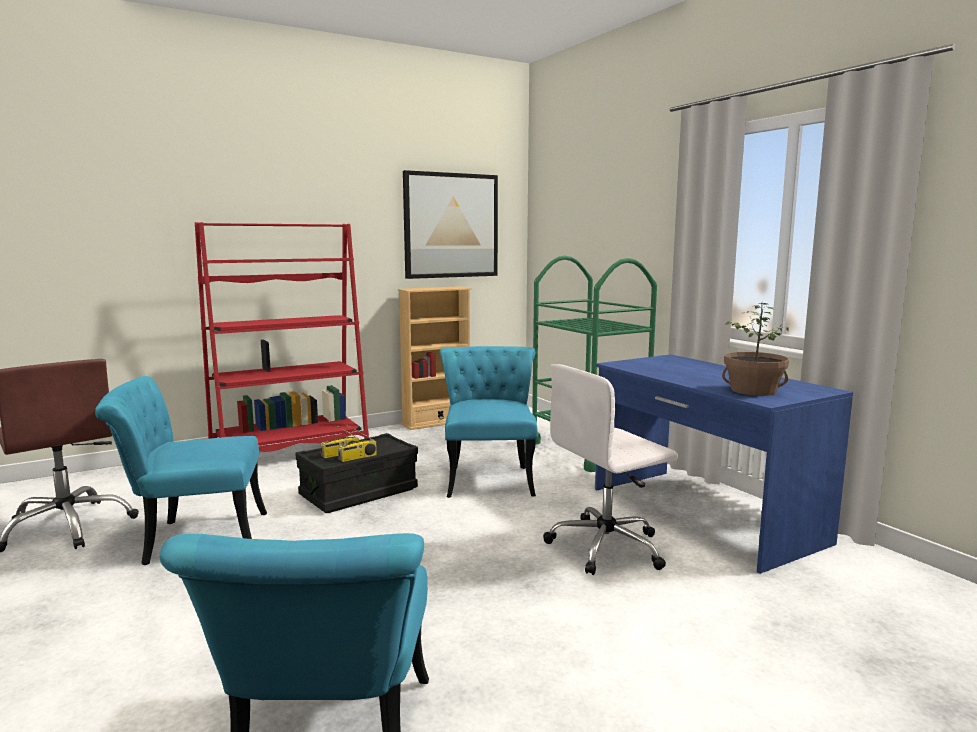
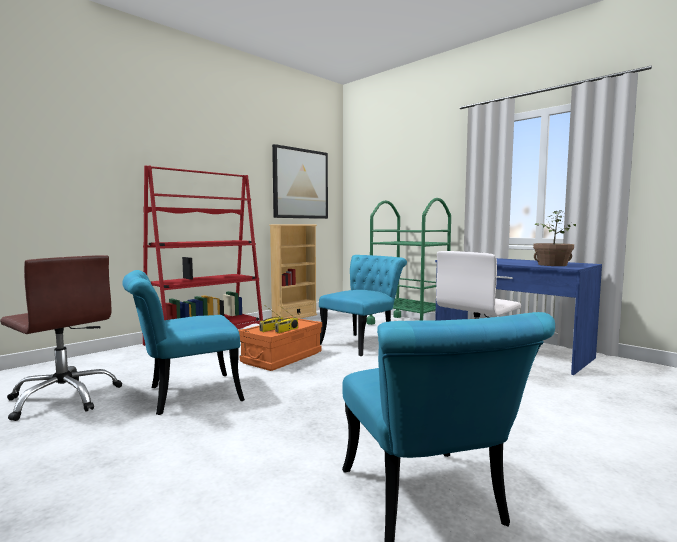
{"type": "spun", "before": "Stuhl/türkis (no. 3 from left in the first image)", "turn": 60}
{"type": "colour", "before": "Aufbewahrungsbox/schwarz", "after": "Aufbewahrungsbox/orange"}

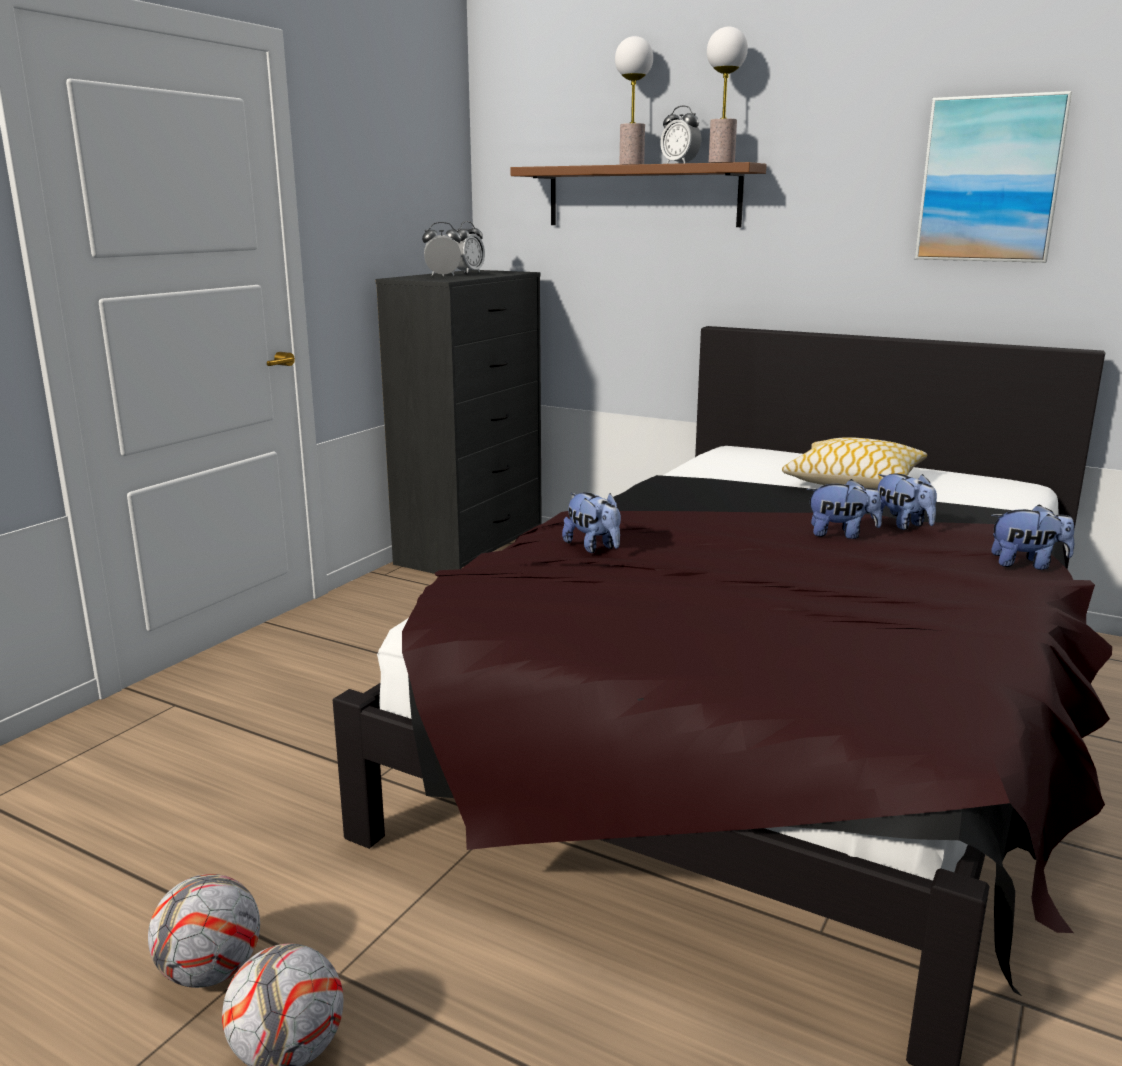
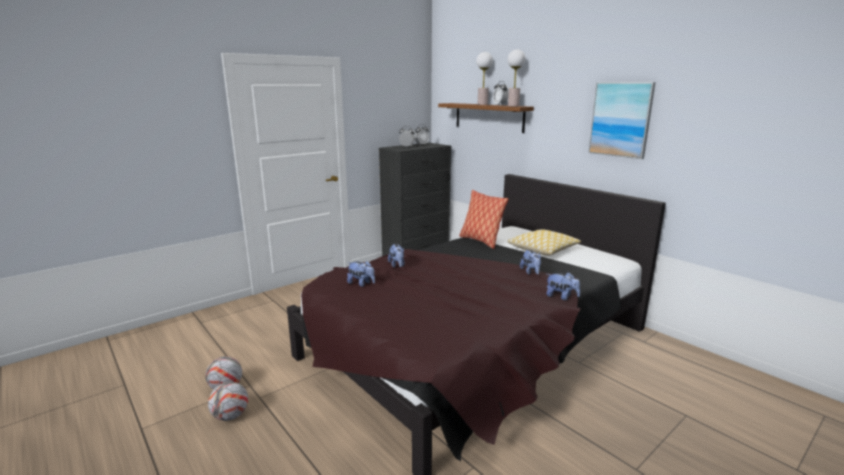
{"type": "relocated", "before": "Plüschtier (no. 2 from left in the first image)", "after": "Plüschtier (no. 1 from left)"}
{"type": "appeared", "after": "Kissen (no. 1 from left)"}

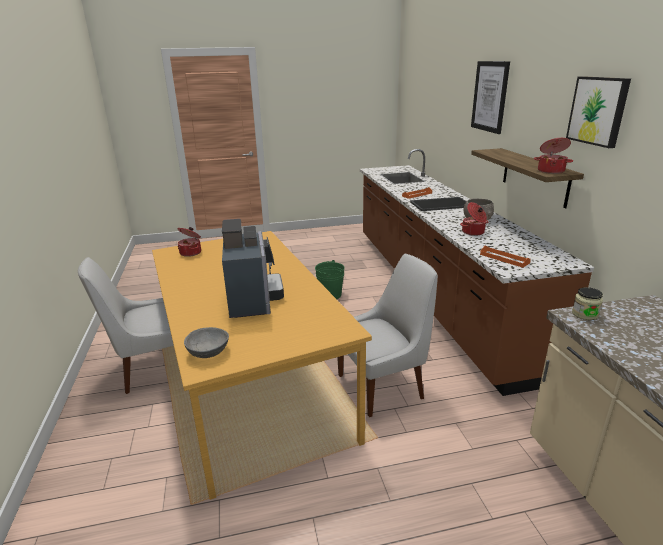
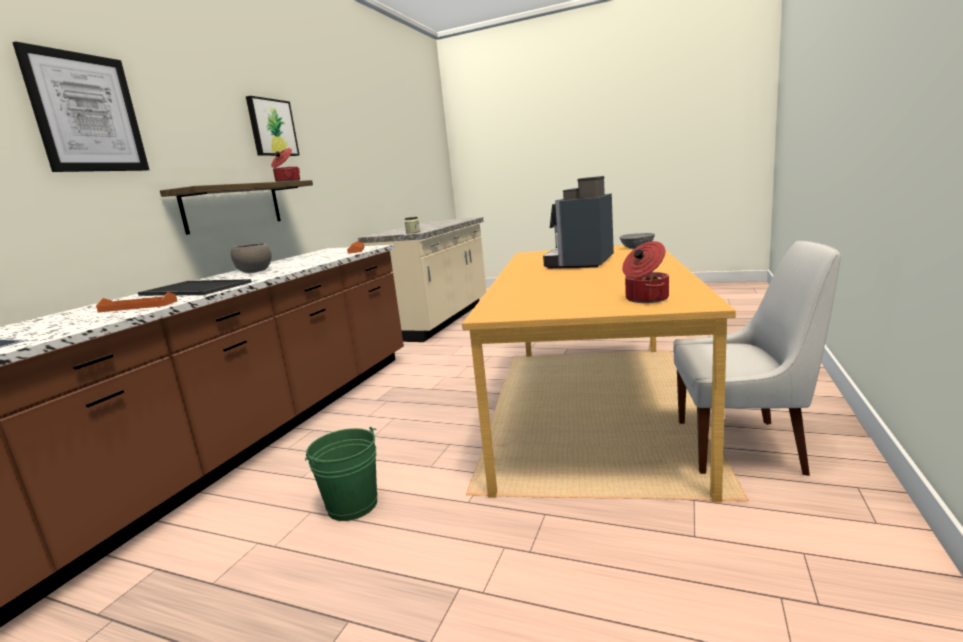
{"type": "missing", "before": "Kochtopf (no. 2 from left)"}
{"type": "missing", "before": "Stuhl/weiß (no. 2 from left)"}

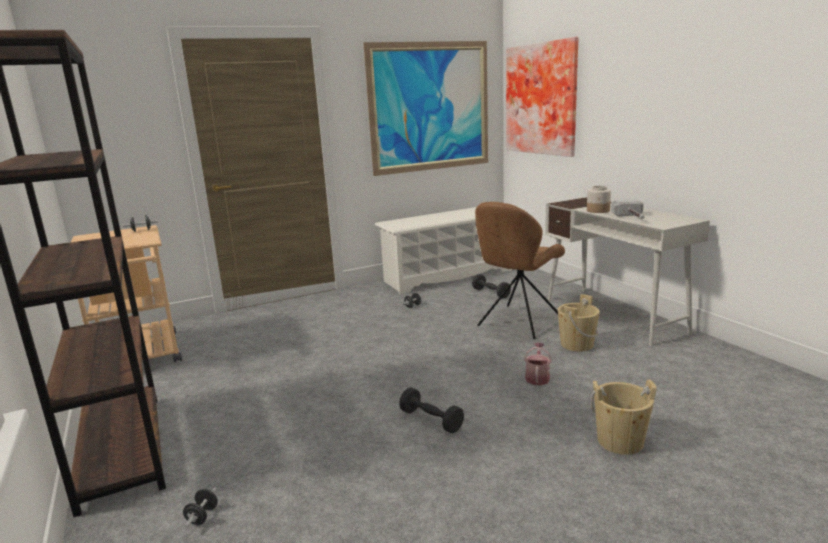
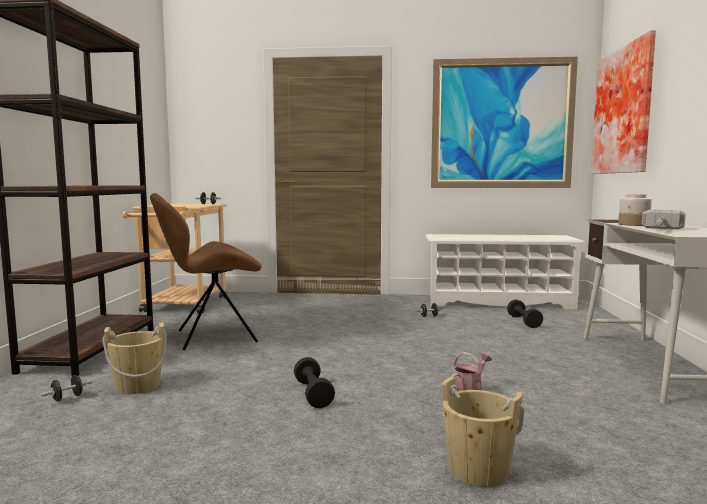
{"type": "relocated", "before": "Stuhl/braun"}
{"type": "relocated", "before": "Eimer/beige (no. 1 from left)"}

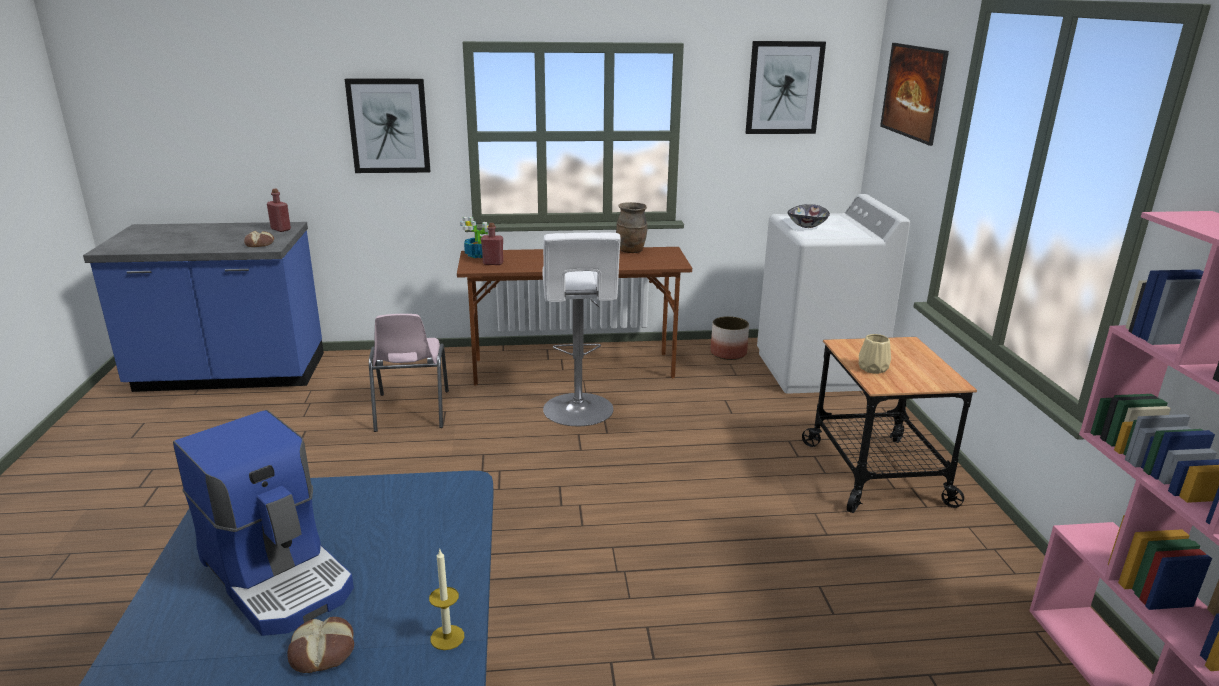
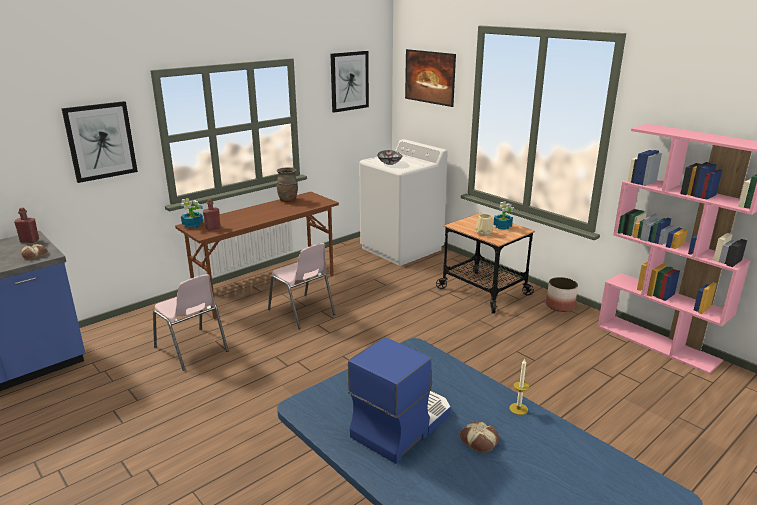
{"type": "exchanged", "before": "Hocker/weiß", "after": "Stuhl/rosa (no. 2 from left)"}
{"type": "relocated", "before": "Pflanzkübel"}
{"type": "spun", "before": "Kaffeemaschine", "turn": -60}
{"type": "appeared", "after": "Topfpflanze (no. 2 from left)"}

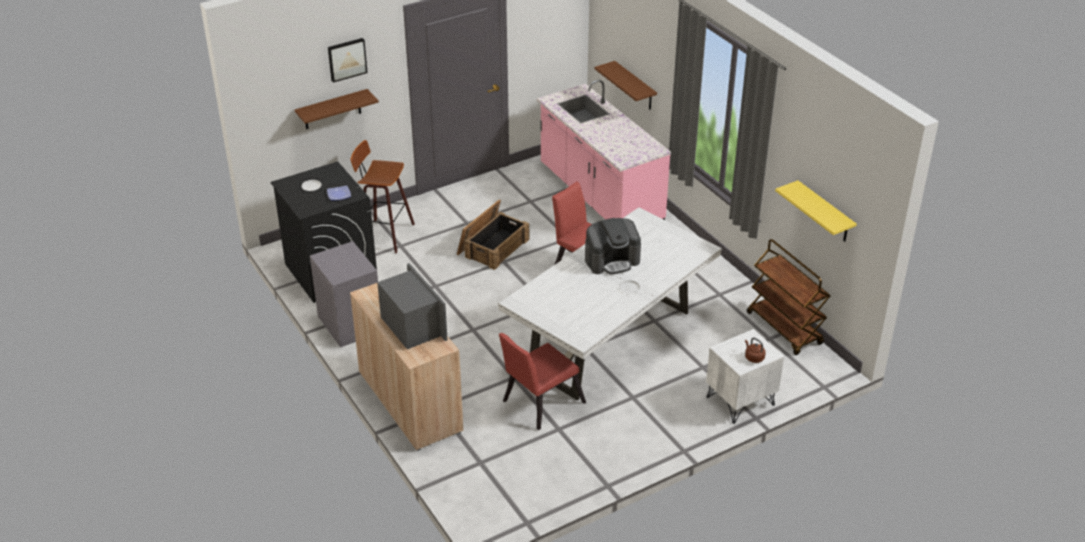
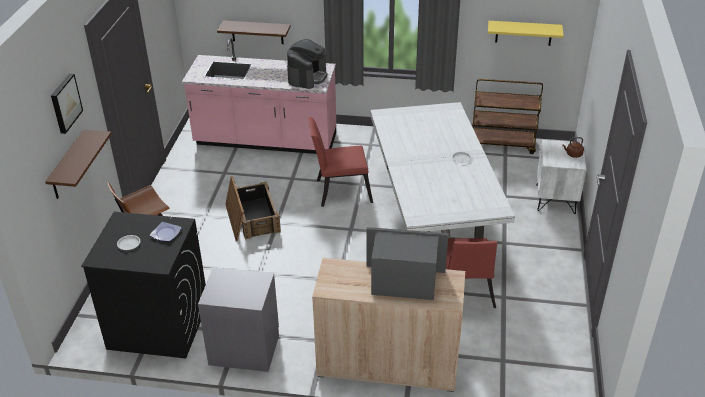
{"type": "relocated", "before": "Kaffeemaschine"}

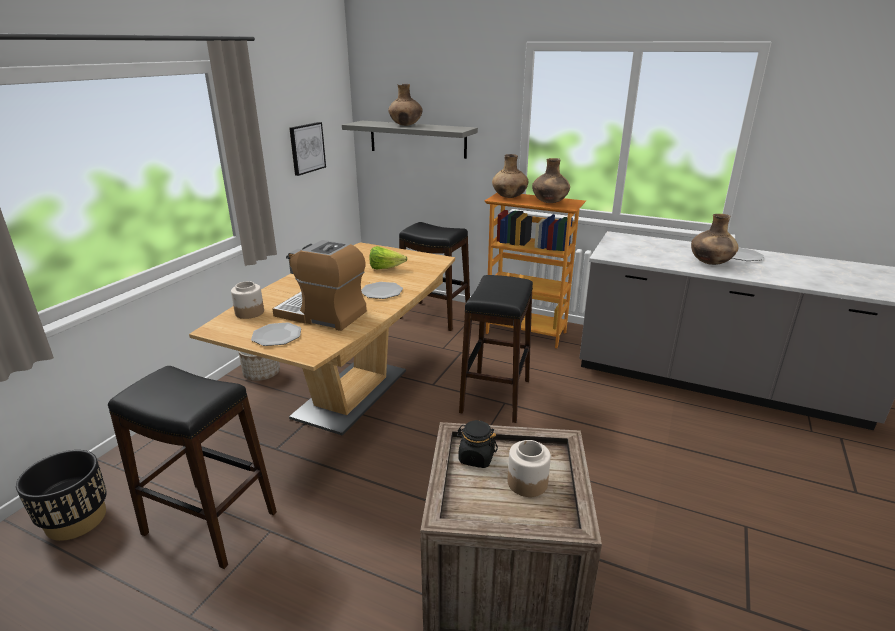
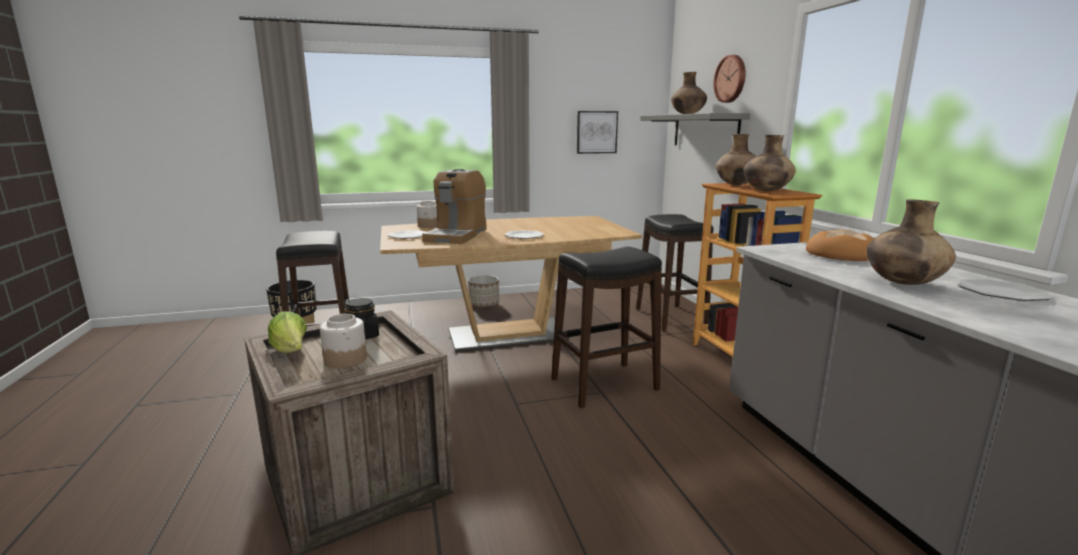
{"type": "spun", "before": "Kaffeemaschine", "turn": -150}
{"type": "relocated", "before": "Salatkopf"}
{"type": "appeared", "after": "Wanduhr"}
{"type": "appeared", "after": "Brot"}

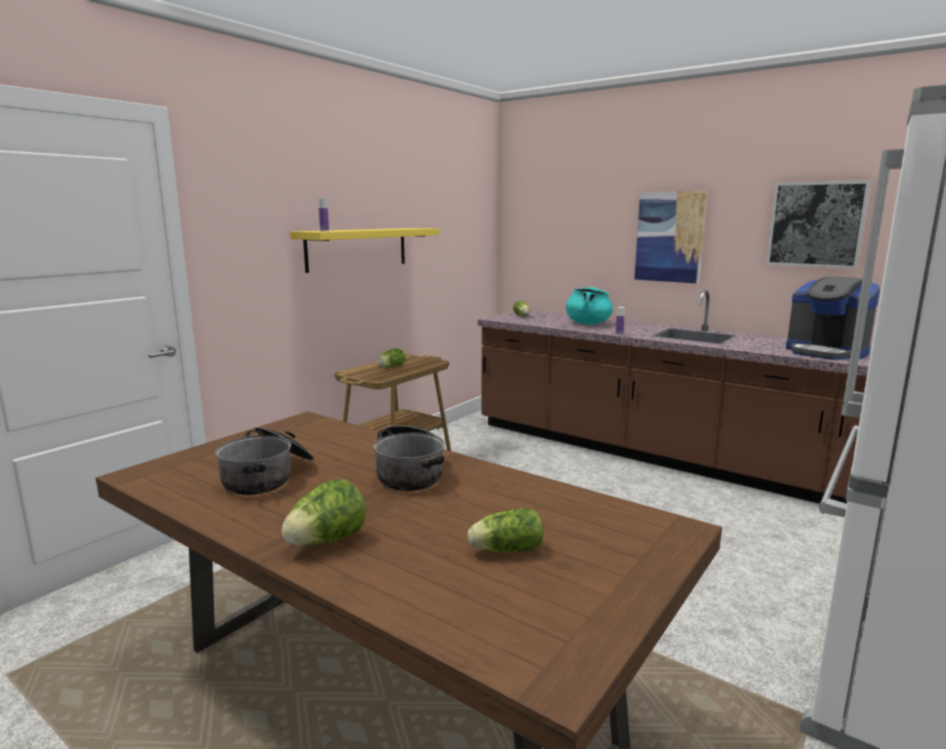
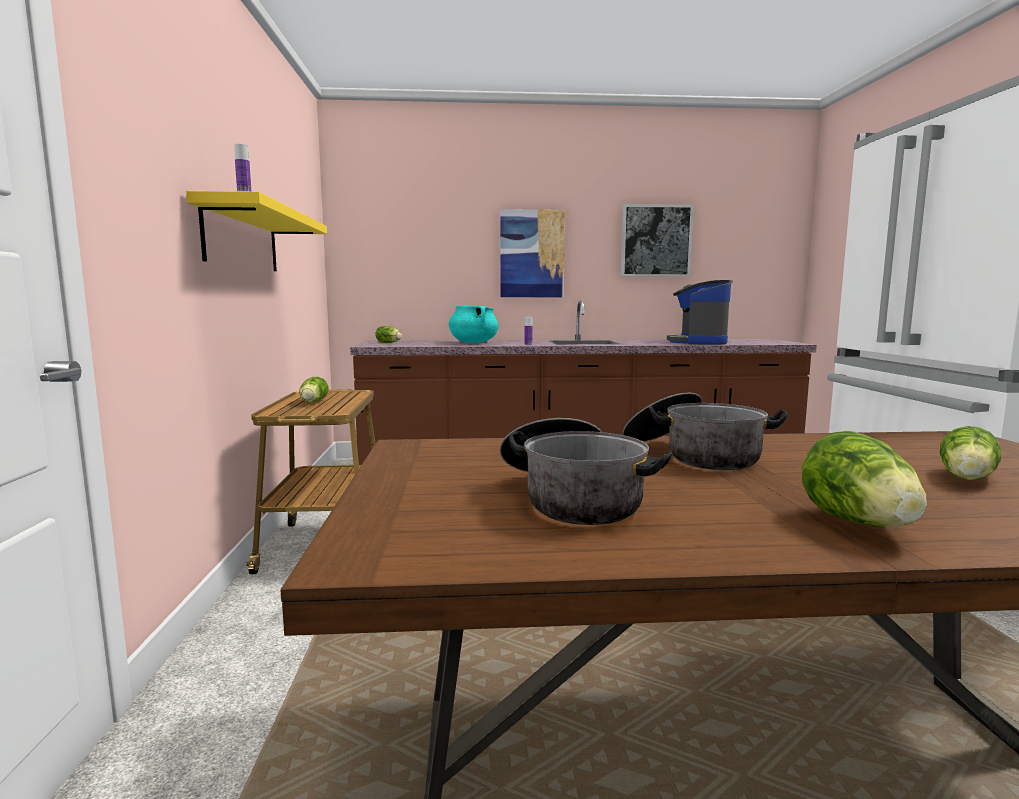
{"type": "spun", "before": "Kaffeemaschine", "turn": 90}

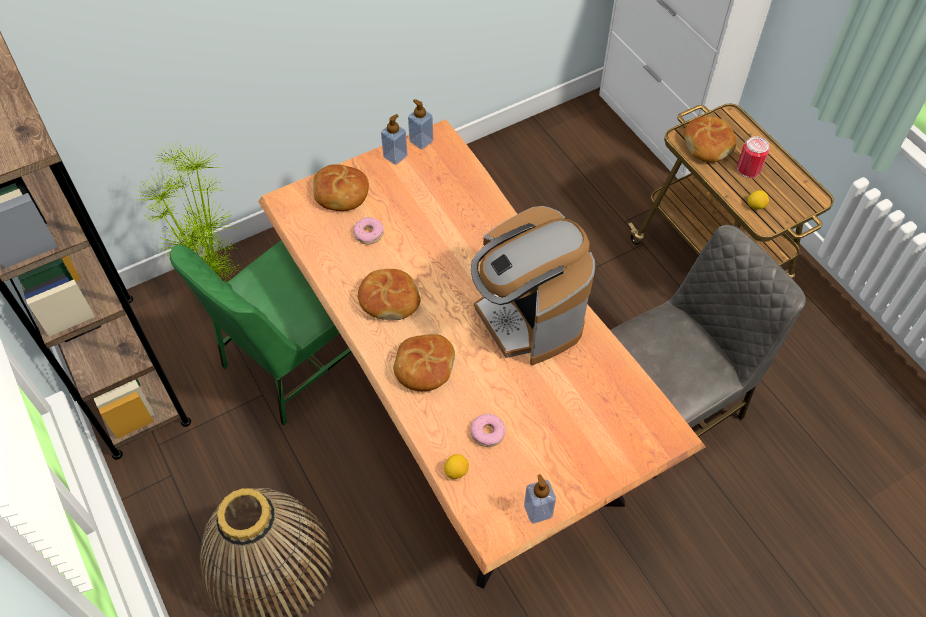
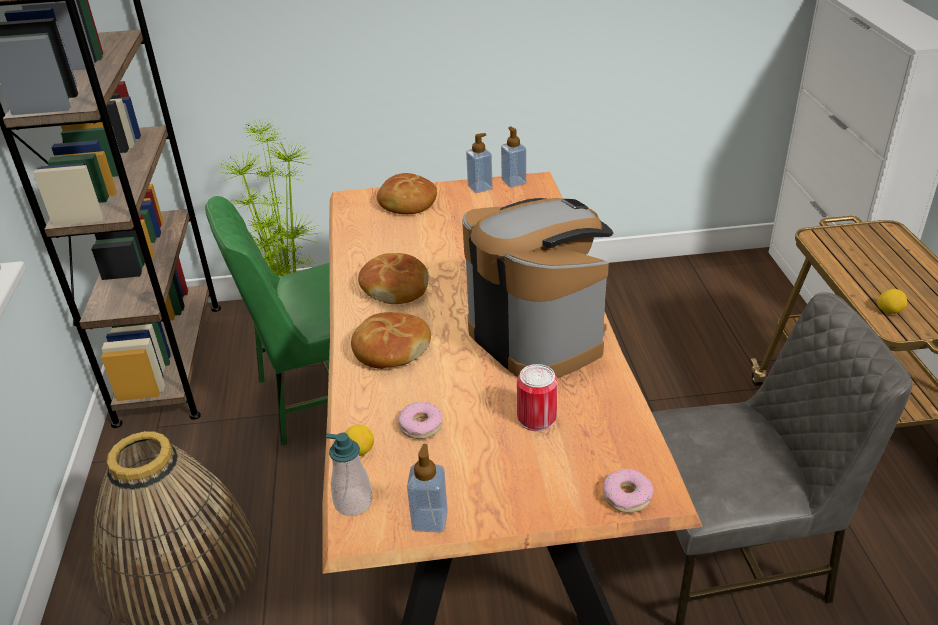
{"type": "missing", "before": "Brot (no. 4 from left)"}
{"type": "relocated", "before": "Dose"}
{"type": "spun", "before": "Kaffeemaschine", "turn": 150}
{"type": "relocated", "before": "Donut (no. 1 from left in the first image)", "after": "Donut (no. 2 from left)"}
{"type": "appeared", "after": "Seifenspender (no. 1 from left)"}

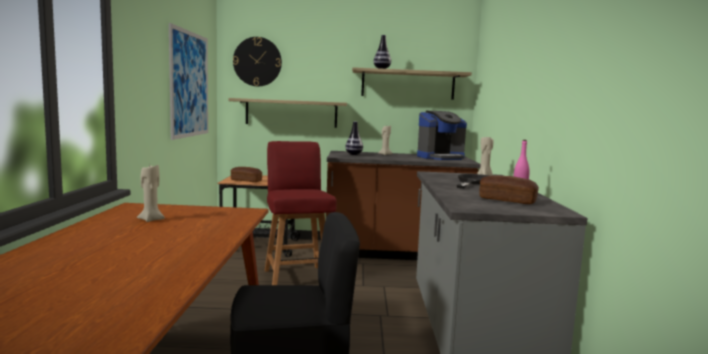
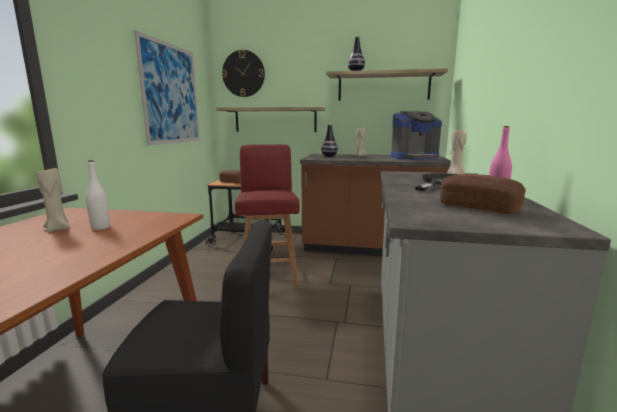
{"type": "appeared", "after": "Flasche/weiß"}

